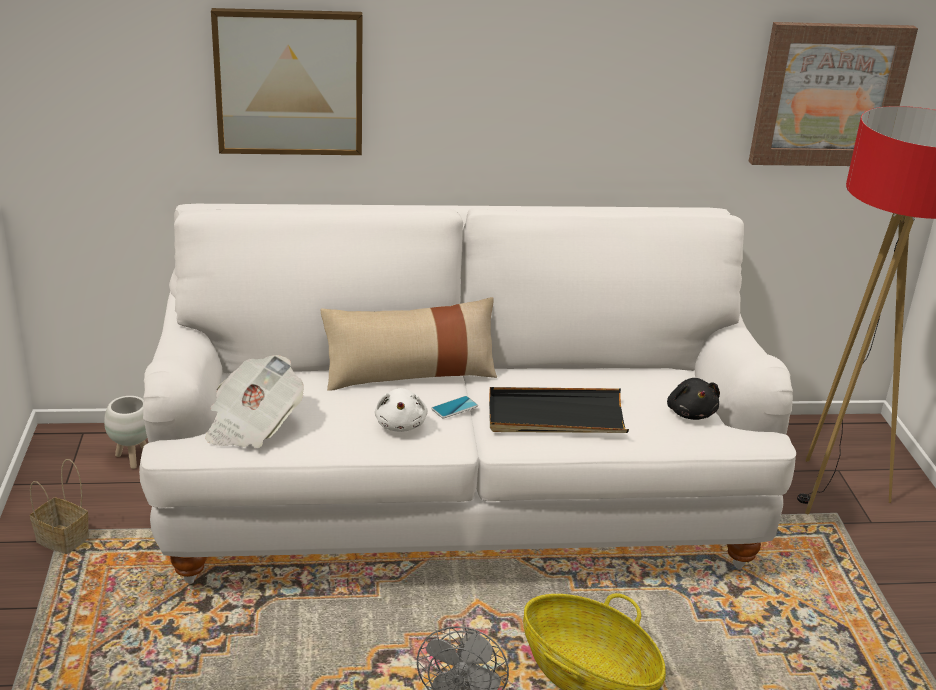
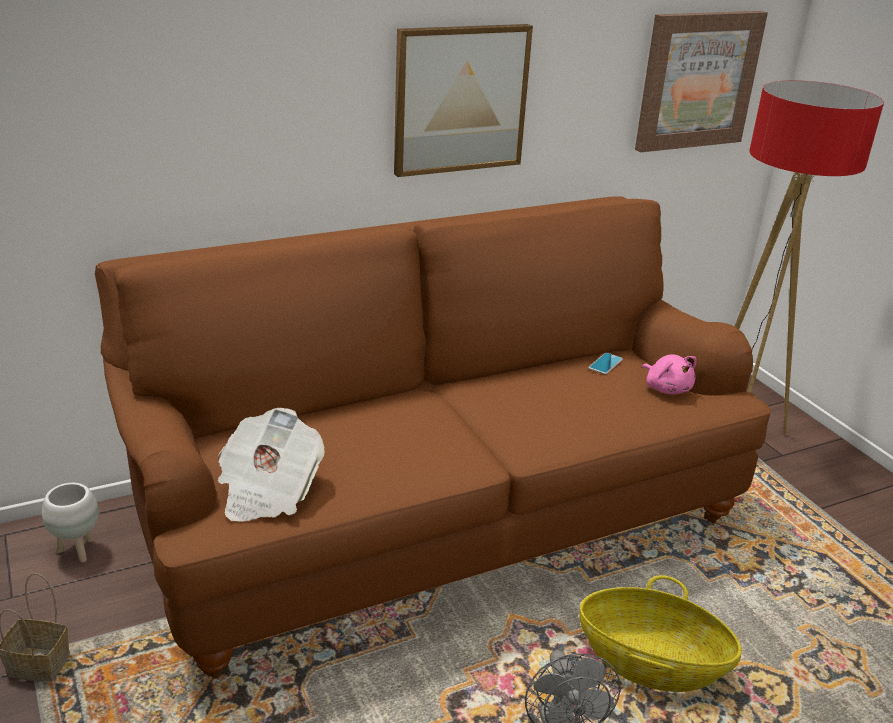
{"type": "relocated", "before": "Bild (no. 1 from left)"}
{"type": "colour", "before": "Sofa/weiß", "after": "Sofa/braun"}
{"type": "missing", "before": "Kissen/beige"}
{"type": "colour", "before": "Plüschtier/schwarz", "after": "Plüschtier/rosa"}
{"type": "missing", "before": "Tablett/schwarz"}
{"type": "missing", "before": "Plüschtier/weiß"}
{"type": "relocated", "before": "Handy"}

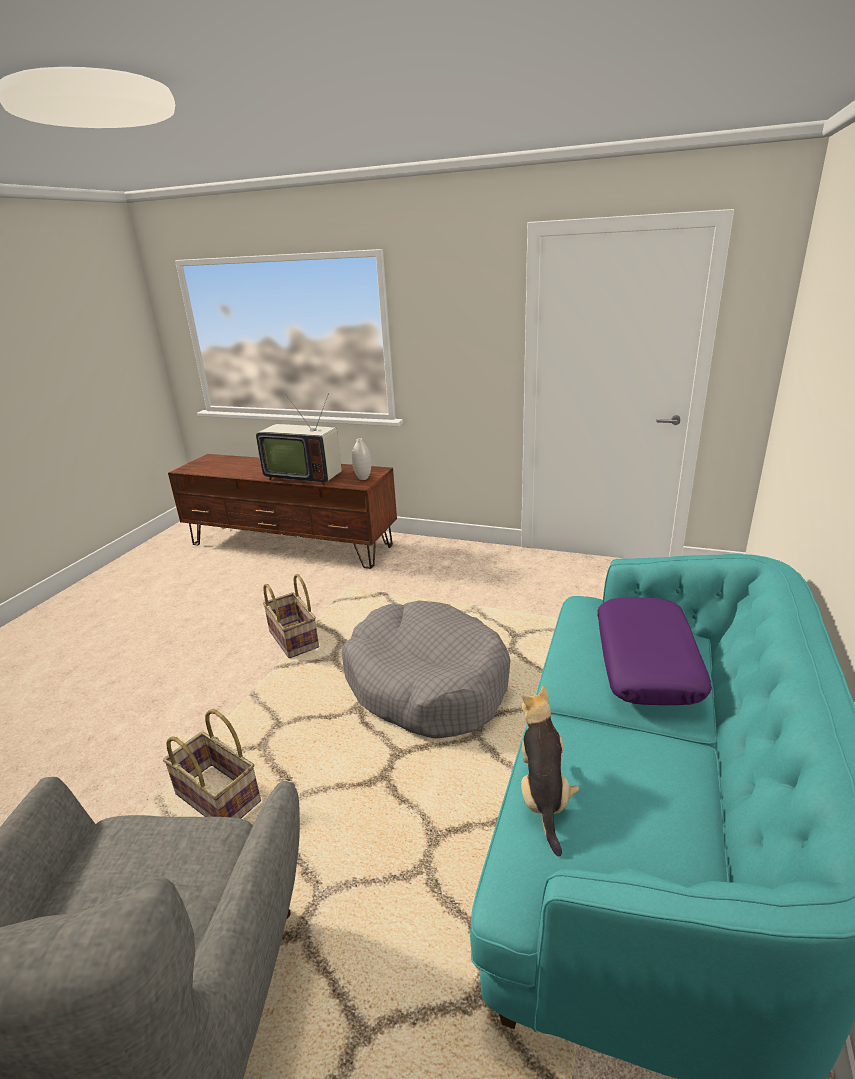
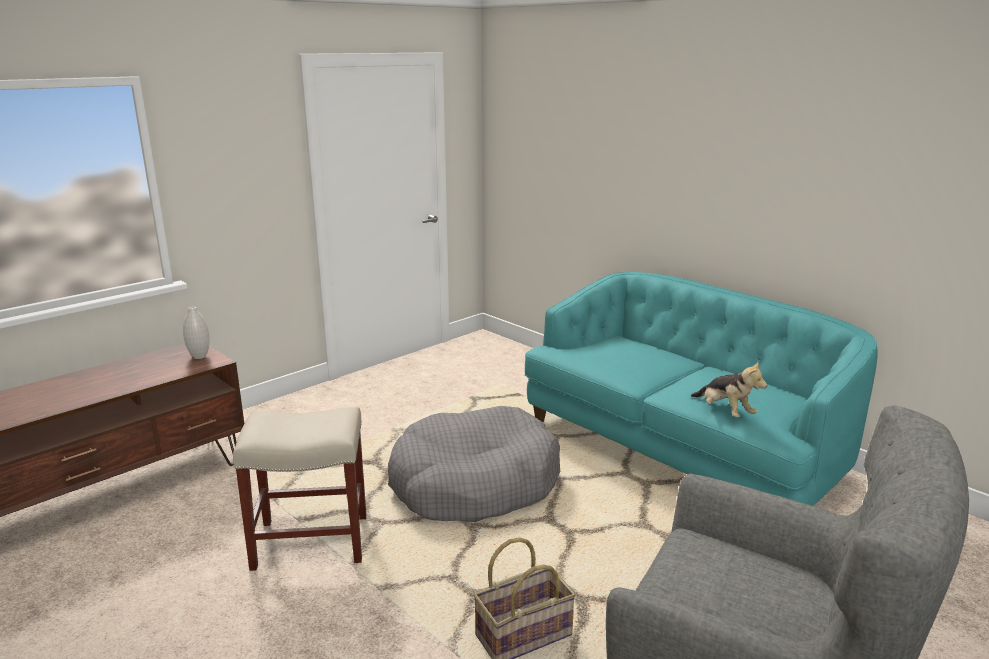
{"type": "missing", "before": "Fernseher"}
{"type": "exchanged", "before": "Korb (no. 2 from left)", "after": "Hocker/beige"}
{"type": "missing", "before": "Kissen/lila"}
{"type": "spun", "before": "Plüschtier", "turn": -150}

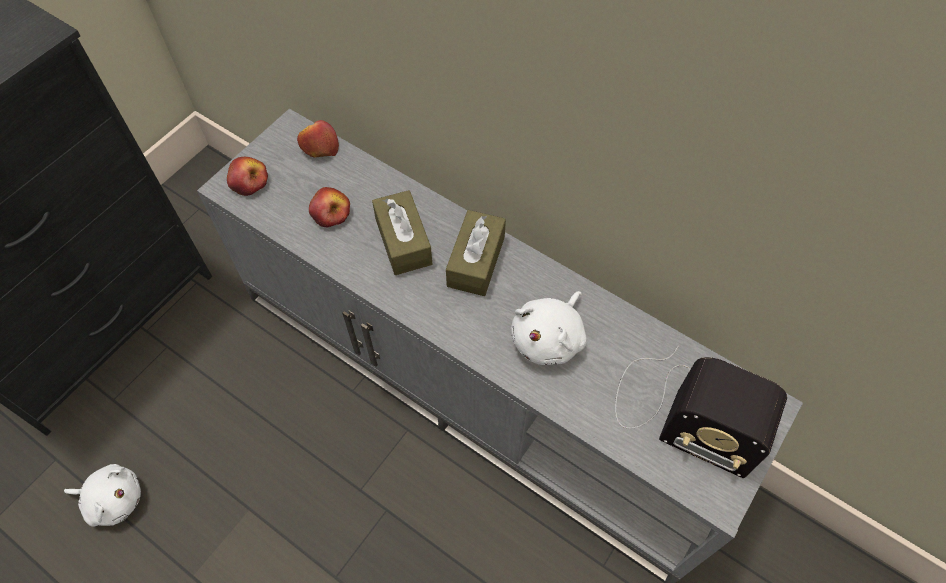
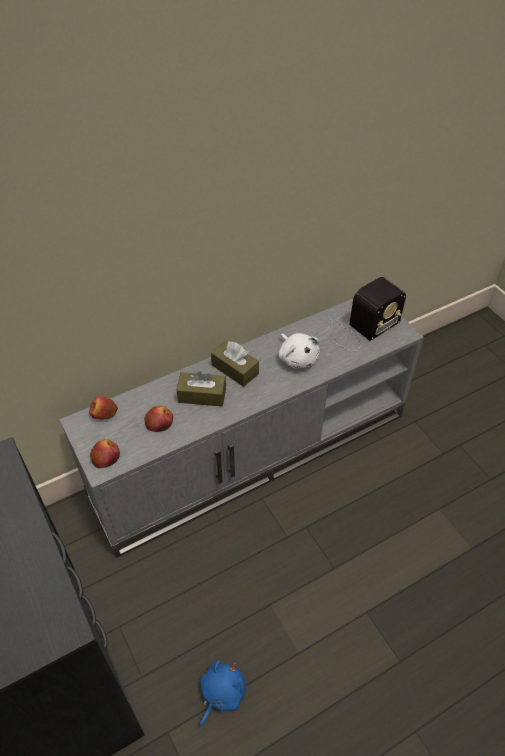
{"type": "colour", "before": "Plüschtier/weiß (no. 1 from left)", "after": "Plüschtier/blau"}

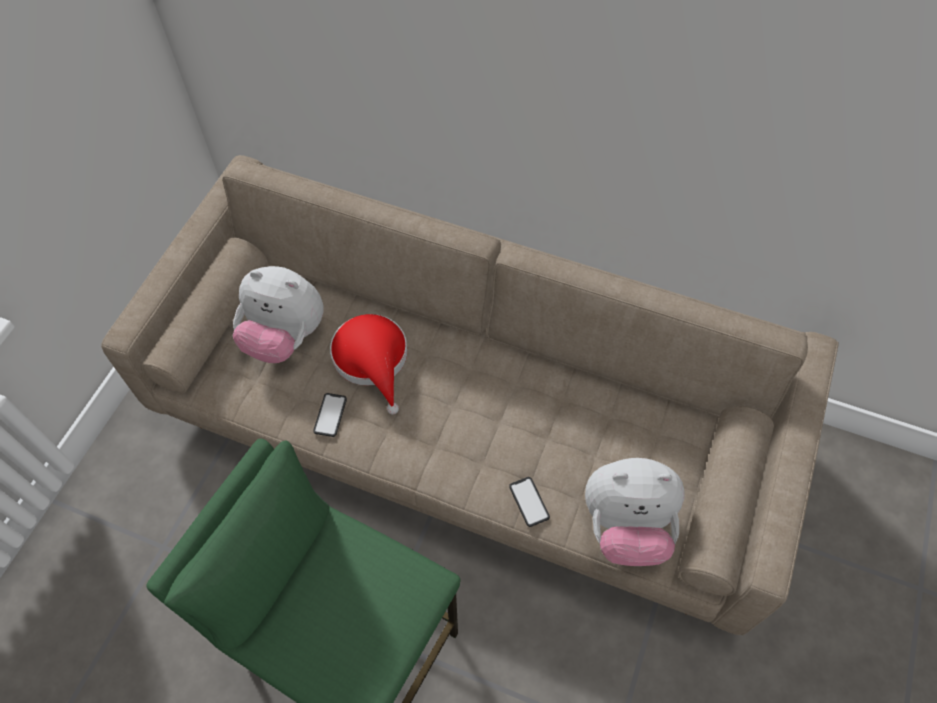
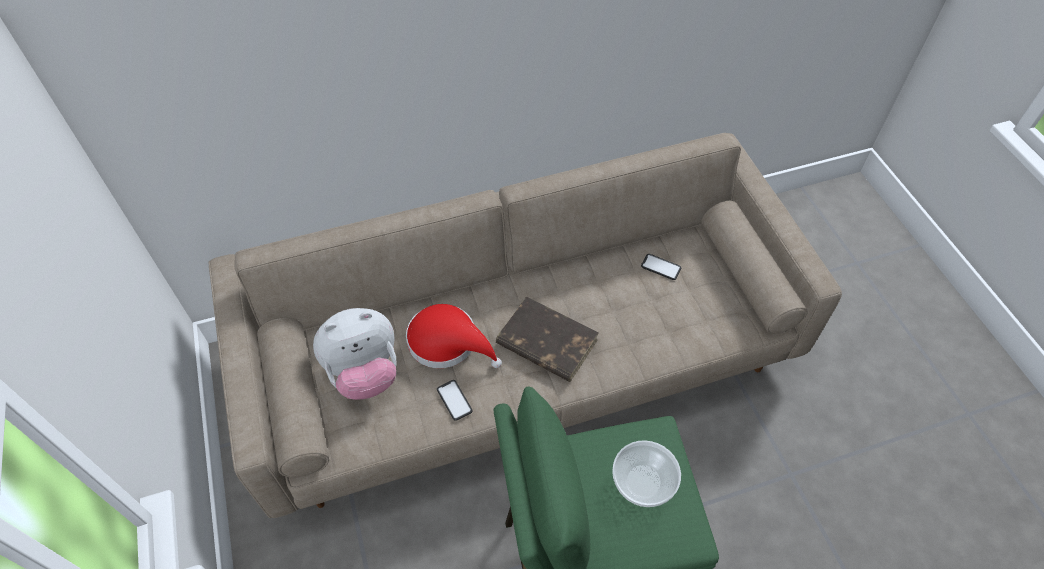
{"type": "missing", "before": "Plüschtier (no. 2 from left)"}
{"type": "relocated", "before": "Handy (no. 2 from left)"}
{"type": "appeared", "after": "Buch/braun"}
{"type": "appeared", "after": "Schüssel"}

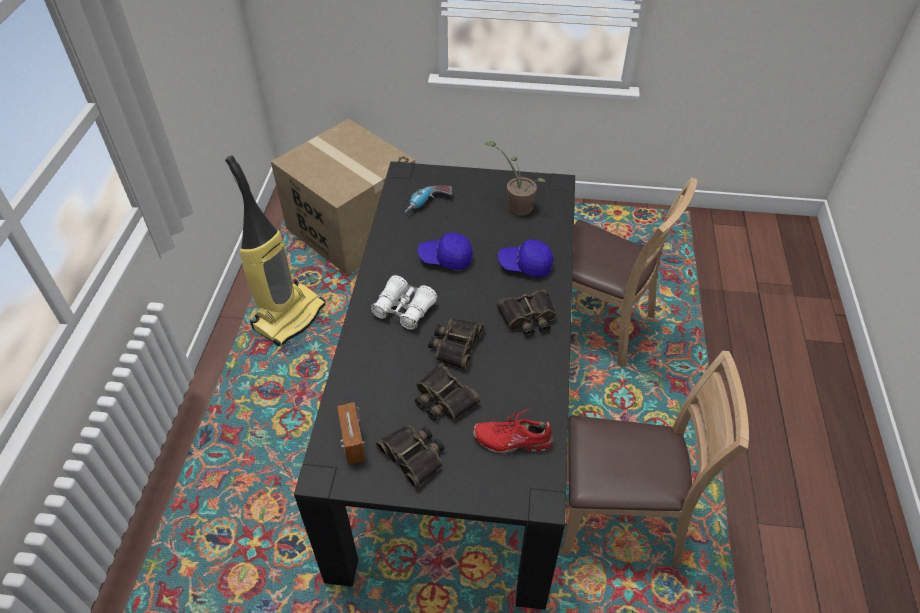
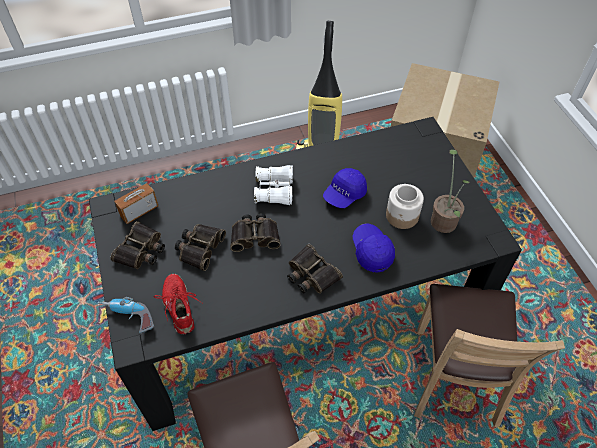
{"type": "relocated", "before": "Bohrmaschine"}
{"type": "spun", "before": "Kappe/blau (no. 1 from left)", "turn": -120}
{"type": "appeared", "after": "Vorratsglas"}

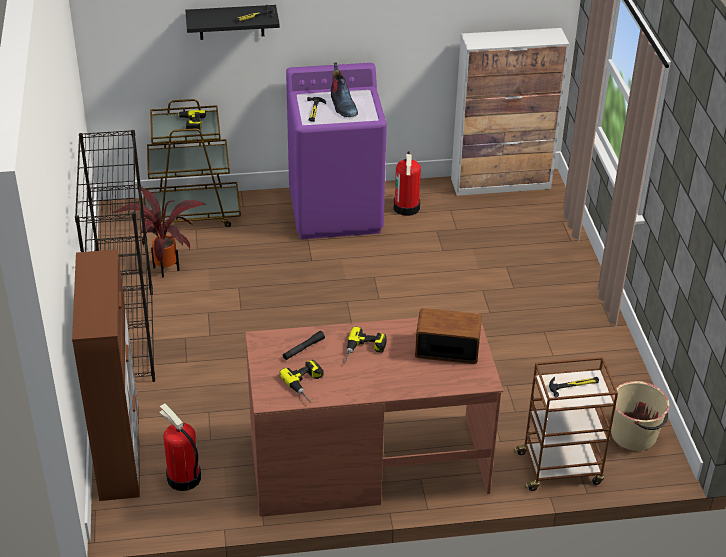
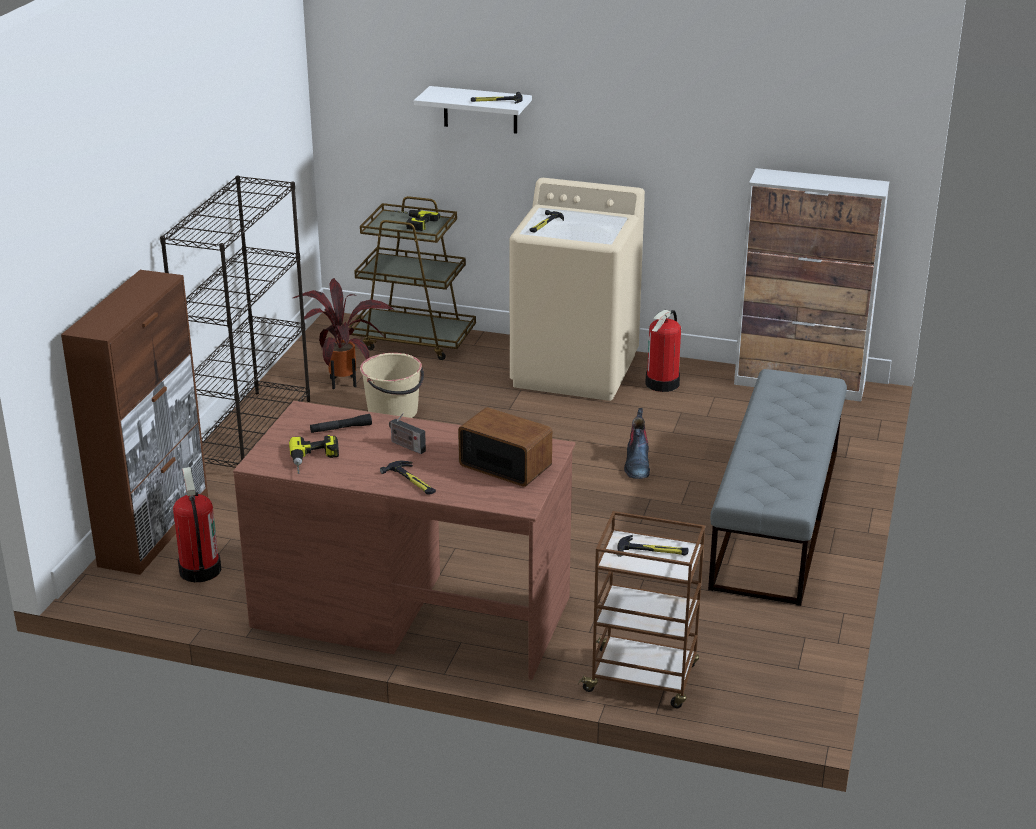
{"type": "colour", "before": "Wandregal/schwarz", "after": "Wandregal/weiß"}
{"type": "colour", "before": "Waschmaschine/lila", "after": "Waschmaschine/beige"}
{"type": "relocated", "before": "Stiefel"}
{"type": "exchanged", "before": "Bohrmaschine (no. 3 from left)", "after": "Radio (no. 1 from left)"}
{"type": "relocated", "before": "Eimer/beige"}
{"type": "appeared", "after": "Bank/grau"}
{"type": "appeared", "after": "Hammer (no. 1 from left)"}

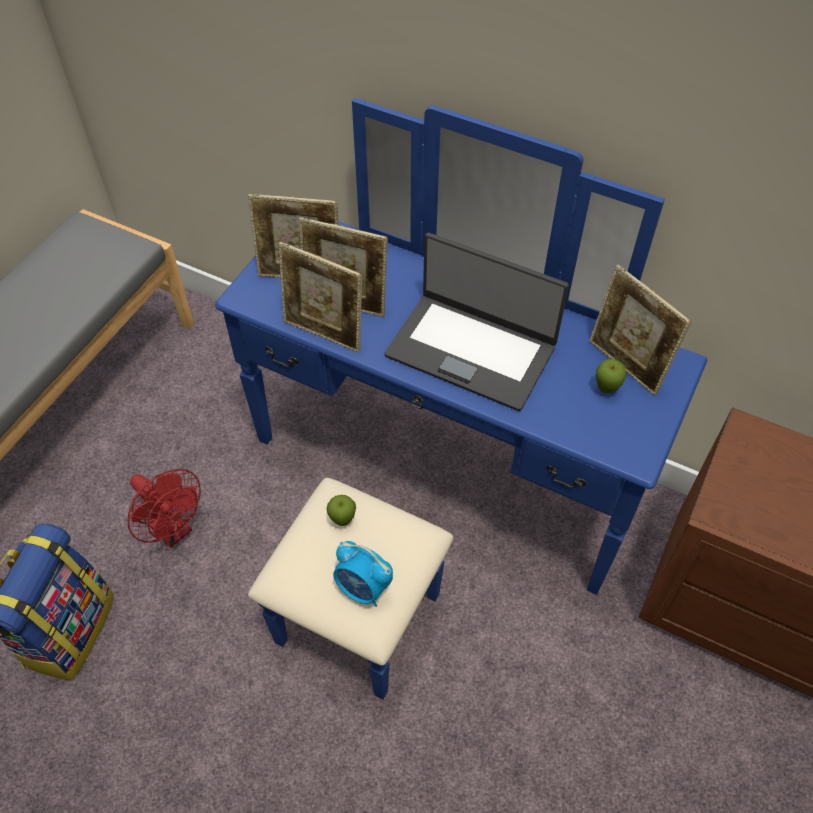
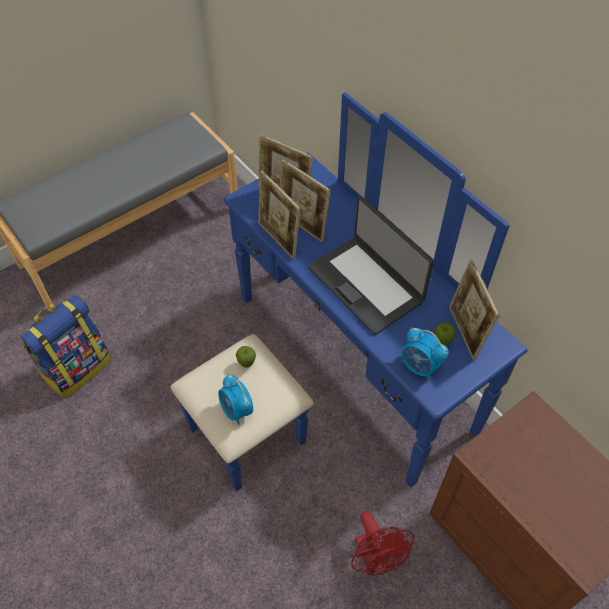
{"type": "relocated", "before": "Ventilator/rot"}
{"type": "appeared", "after": "Wecker (no. 2 from left)"}

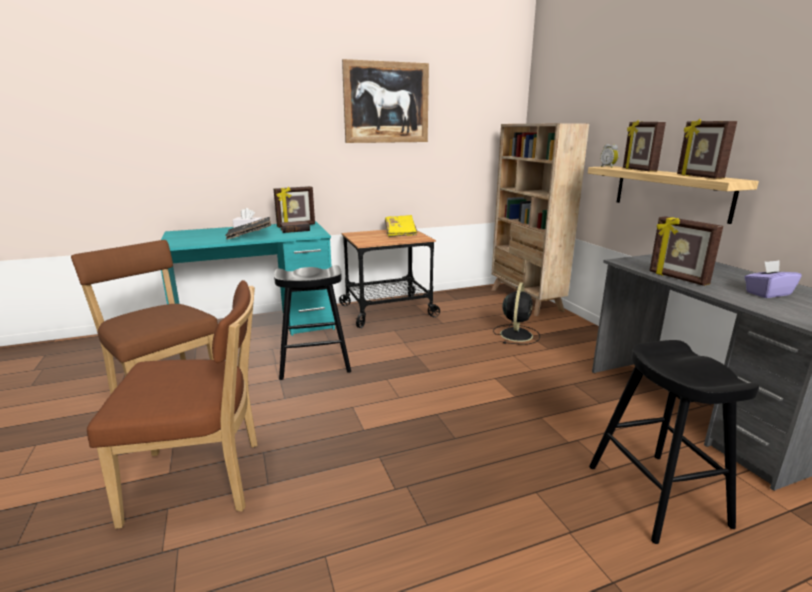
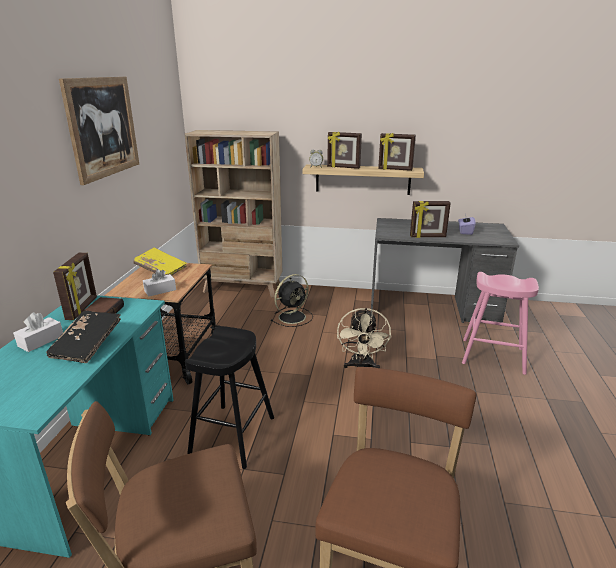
{"type": "spun", "before": "Ventilator/schwarz", "turn": 90}
{"type": "colour", "before": "Hocker/schwarz (no. 2 from left)", "after": "Hocker/rosa"}
{"type": "appeared", "after": "Taschentuchbox/weiß (no. 2 from left)"}
{"type": "appeared", "after": "Ventilator/beige"}

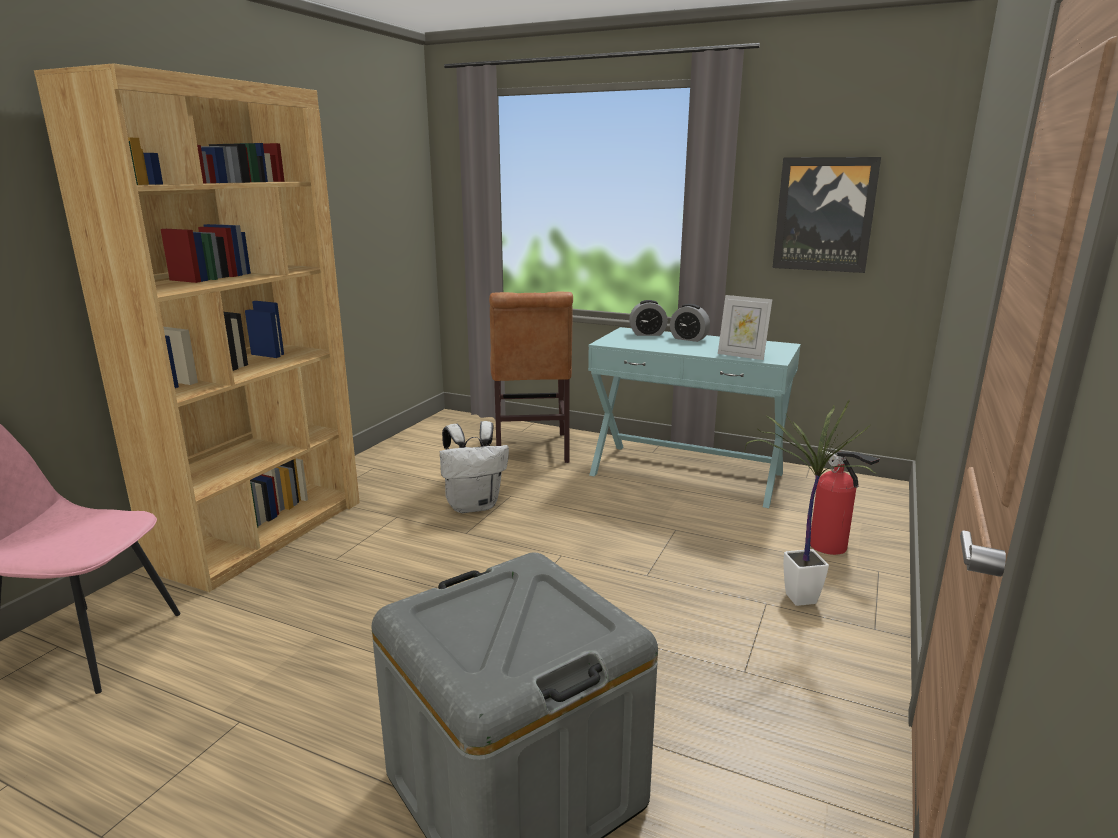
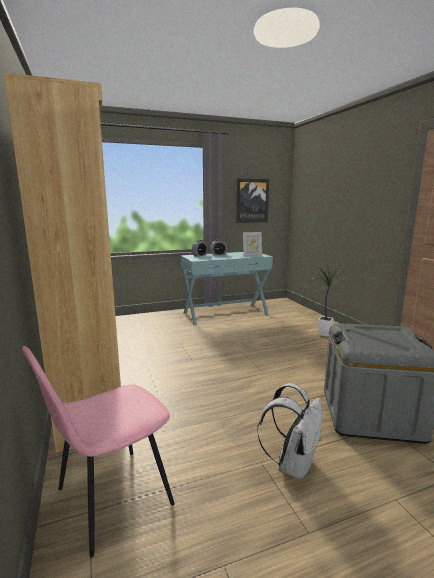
{"type": "missing", "before": "Stuhl/braun"}
{"type": "relocated", "before": "Rucksack/weiß"}
{"type": "missing", "before": "Feuerlöscher"}

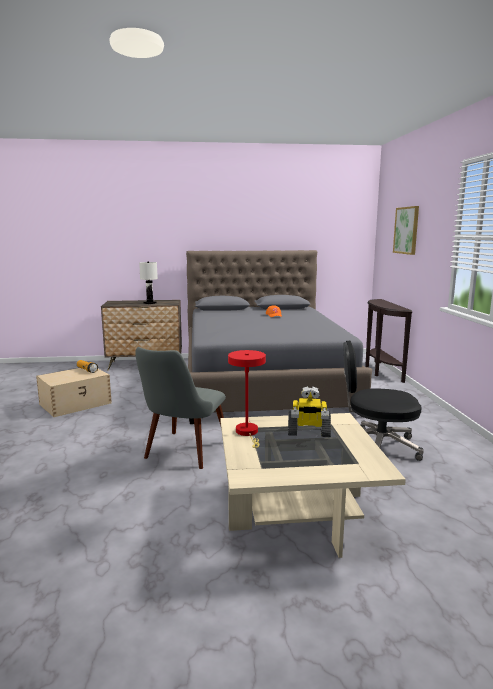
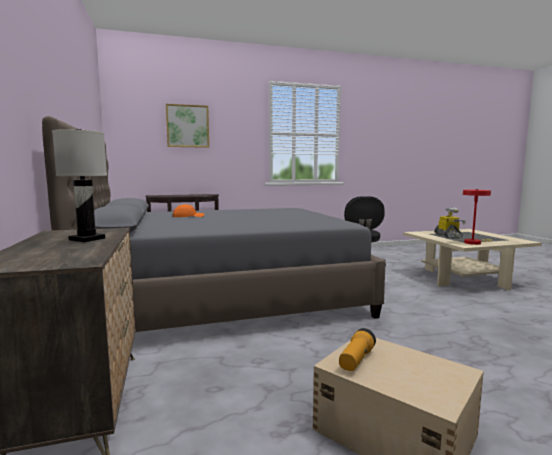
{"type": "missing", "before": "Stuhl/grau"}

